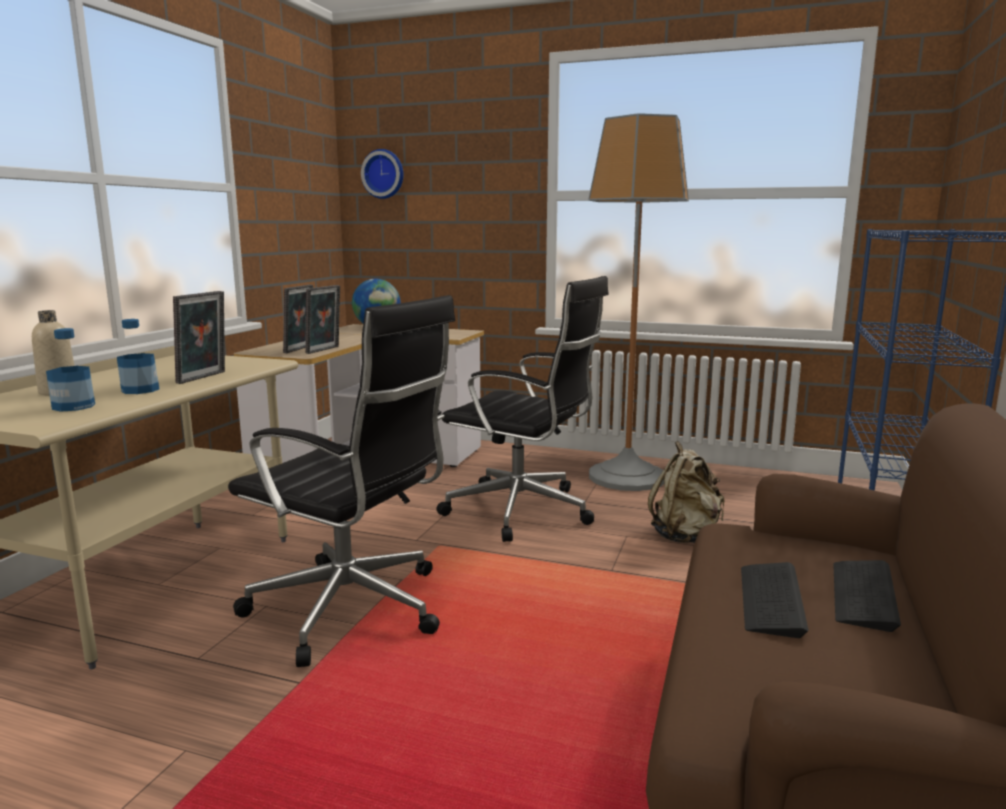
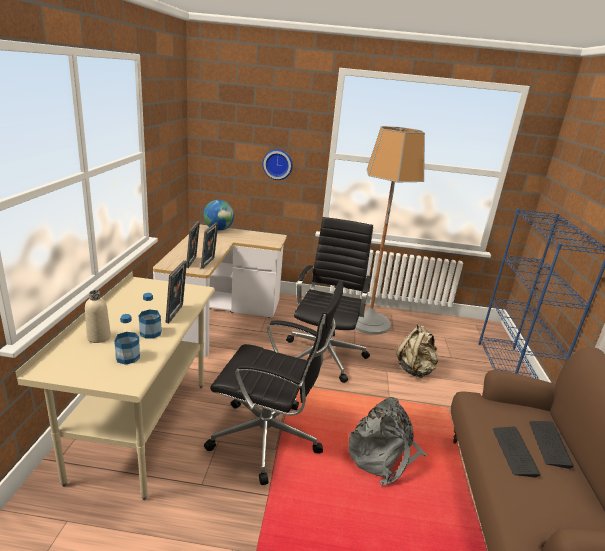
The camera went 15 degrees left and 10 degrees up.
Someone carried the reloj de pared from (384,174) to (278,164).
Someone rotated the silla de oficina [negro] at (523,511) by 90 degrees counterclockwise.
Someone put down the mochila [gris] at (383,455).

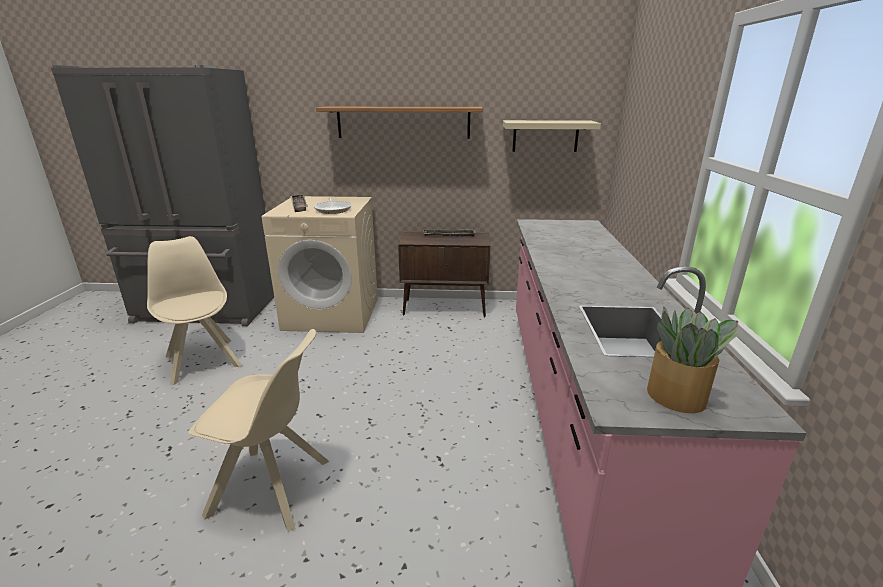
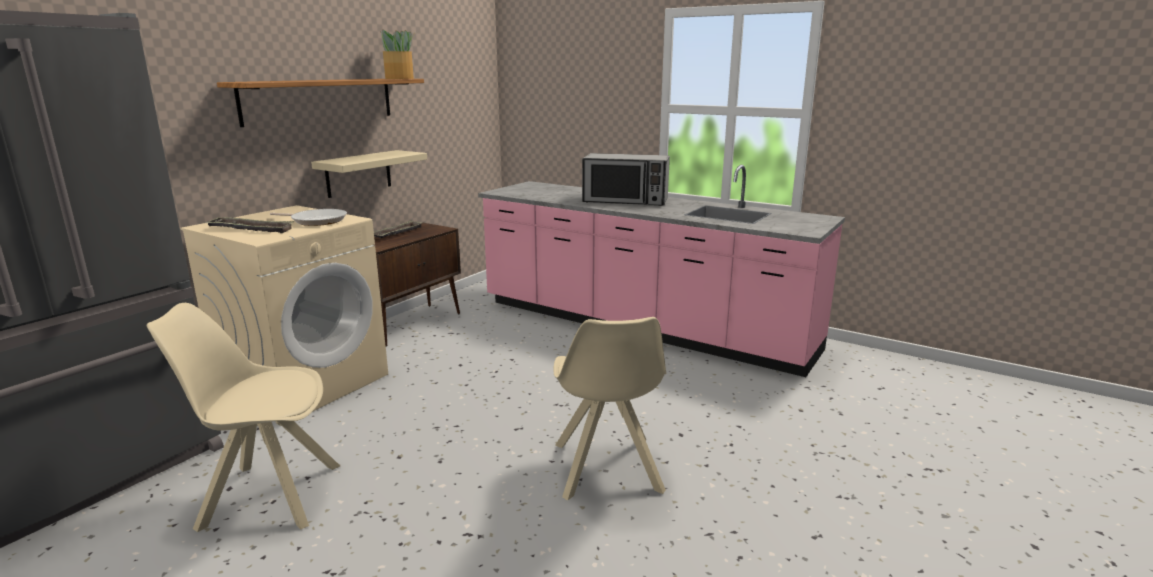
The camera went 60 degrees left and 5 degrees down.
Someone carried the estante [beis] from (545,136) to (358,173).
Someone carried the planta en maceta from (677,397) to (400,78).
Someone rotated the silla [beis] at (273,488) by 135 degrees clockwise.
Someone put down the microondas at (625,201).

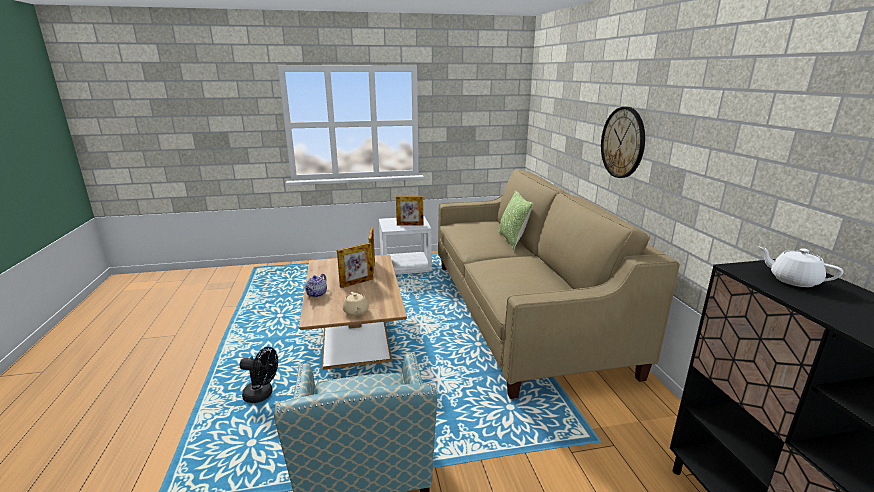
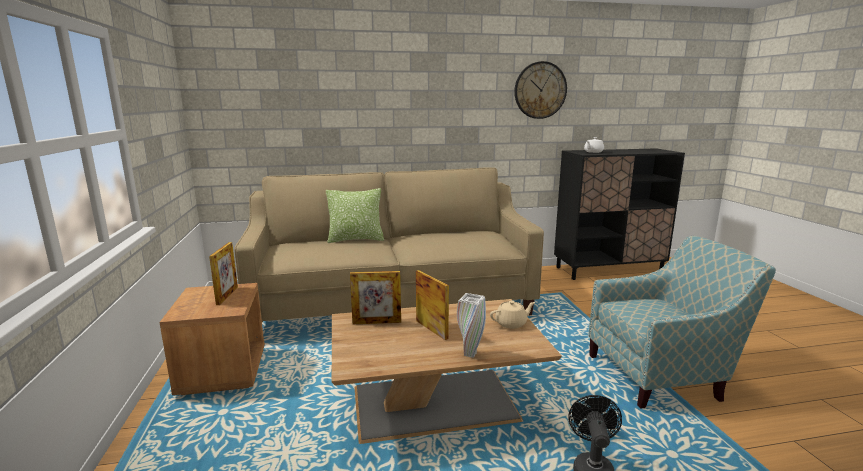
The camera went 90 degrees left and 5 degrees down.
Someone repainted the mesita de noche [blanco] at (405,267), which became the mesita de noche [marrón] at (223,372).
Someone swapped the tetera at (317,294) for the florero [blanco] at (470,354).
Someone carried the reloj de pared from (623,142) to (540,90).

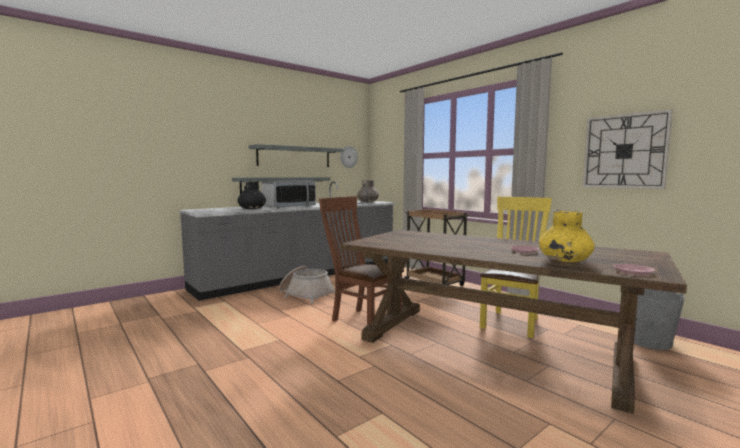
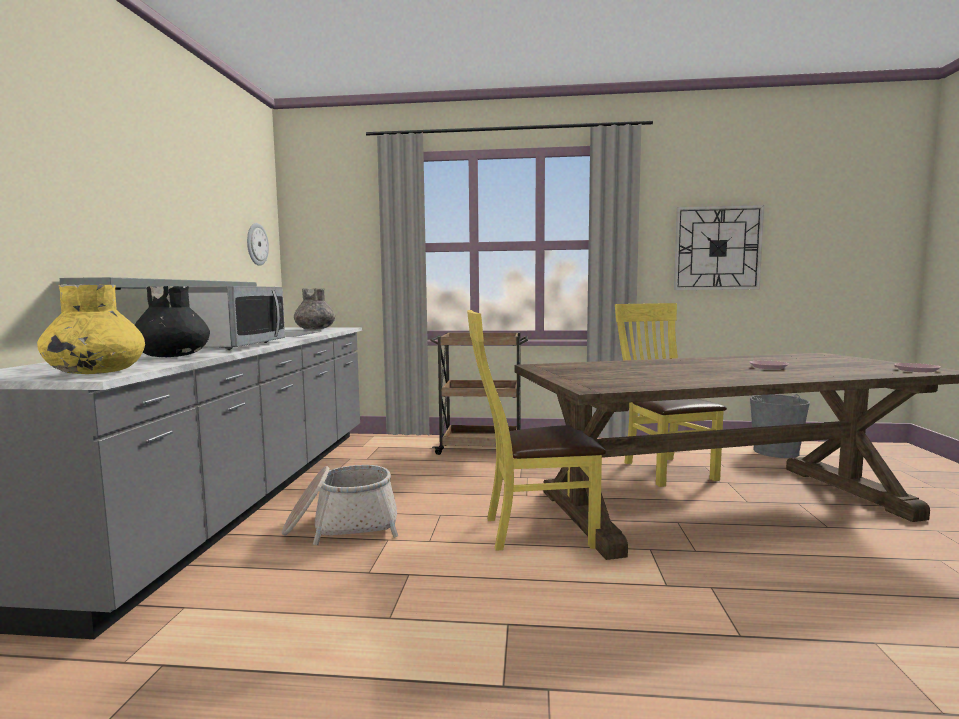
The camera went 45 degrees left and 0 degrees up.
Someone carried the florero [amarillo] from (564,260) to (96,372).
Someone repainted the silla [marrón] at (362,320), which became the silla [amarillo] at (531,531).
Someone took away the estante [gris] at (294,157).

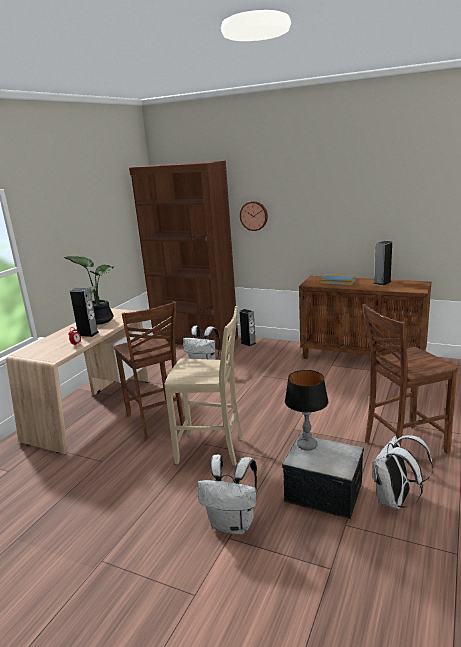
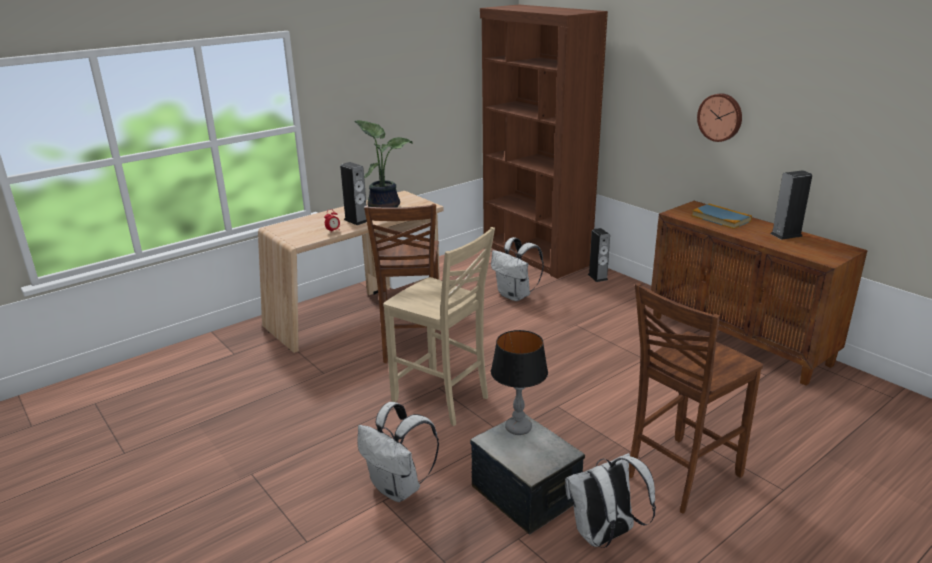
The camera went 25 degrees right and 5 degrees up.
Someone rotated the silla [marrón] at (402,446) by 45 degrees counterclockwise.
Someone carried the reloj de pared from (254,215) to (720,117).

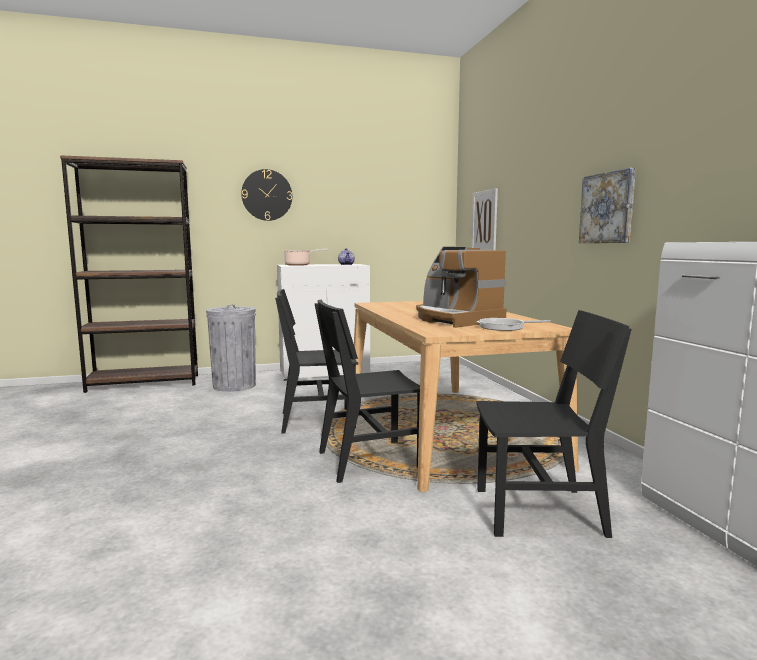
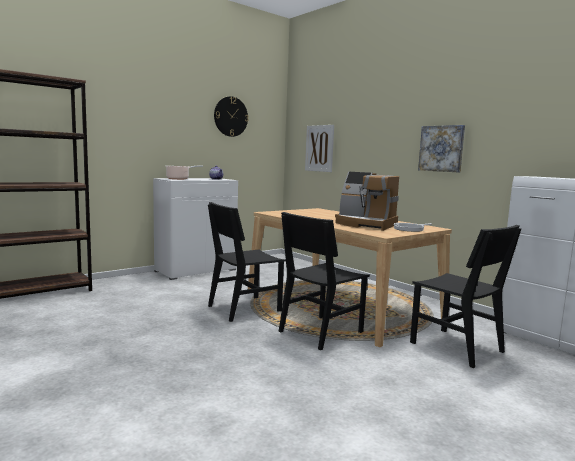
The camera went 25 degrees left and 0 degrees up.
Someone carried the reloj de pared from (267,195) to (230,116).
Someone rotated the silla [negro] at (539,511) by 75 degrees clockwise.
Someone took away the papelera [gris] at (234,385).

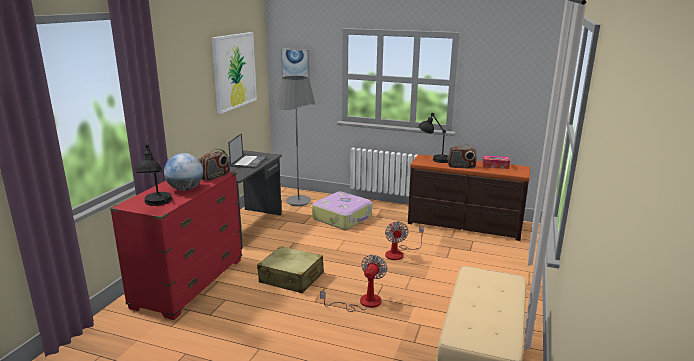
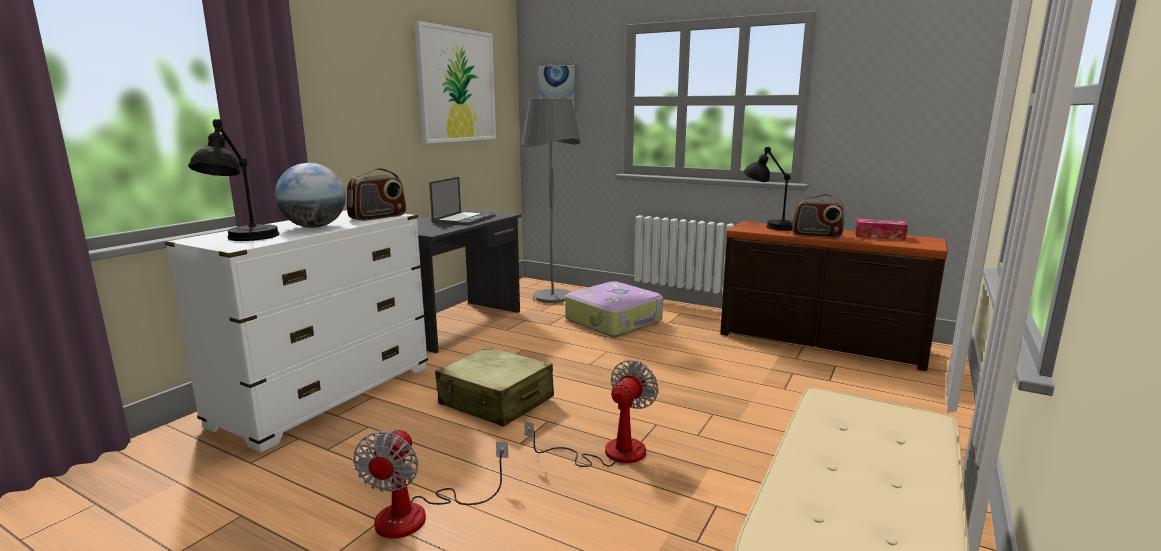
The camera went 10 degrees right and 5 degrees down.
Someone repainted the cómoda [rojo] at (189,283), which became the cómoda [blanco] at (326,396).
Someone carried the ventilador from (399,253) to (419,514).

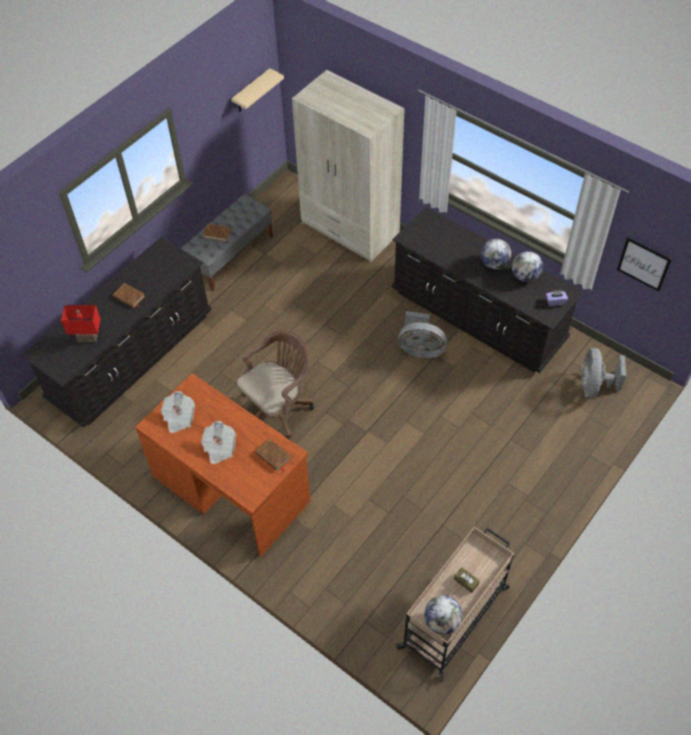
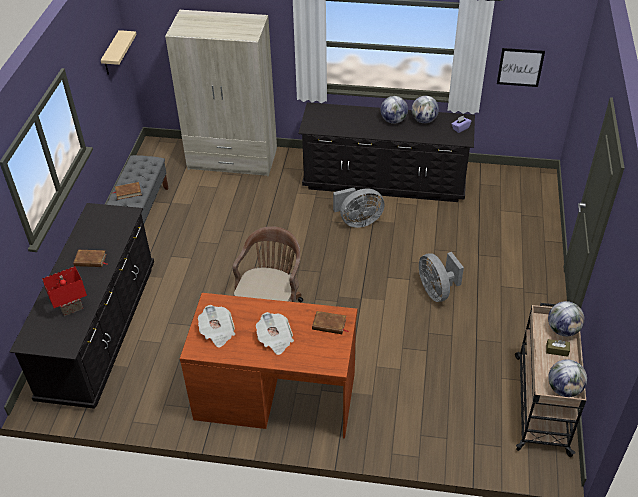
The camera went 30 degrees left and 10 degrees down.
Someone carried the ventilador [gris] from (594,386) to (436,291).
Someone put down the globo terráqueo at (562,329).

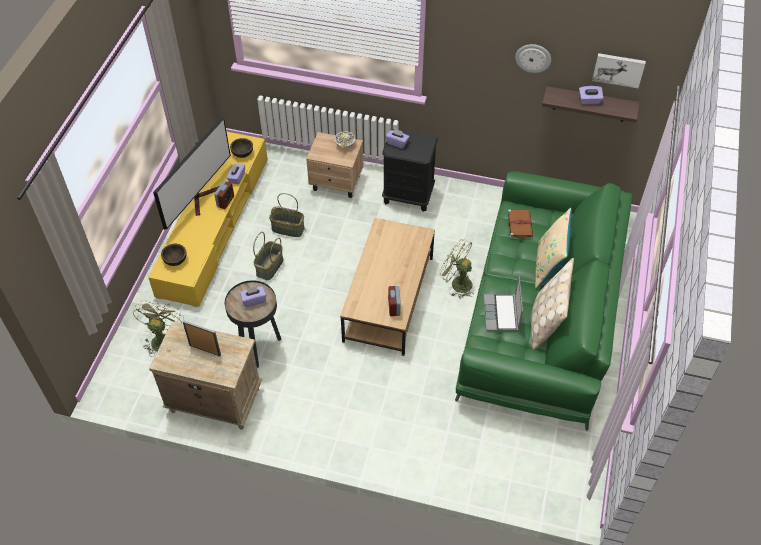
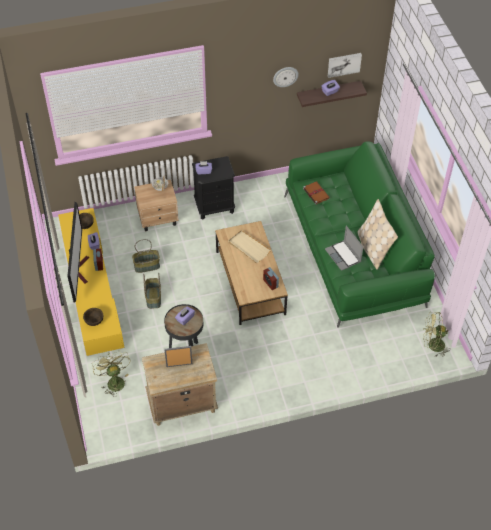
The camera went 30 degrees left and 0 degrees up.
Someone put down the bandeja [beis] at (248,247).
Someone carried the ventilador [verde] from (457,283) to (432,345).
Someone took away the cojín [beis] at (549,266).

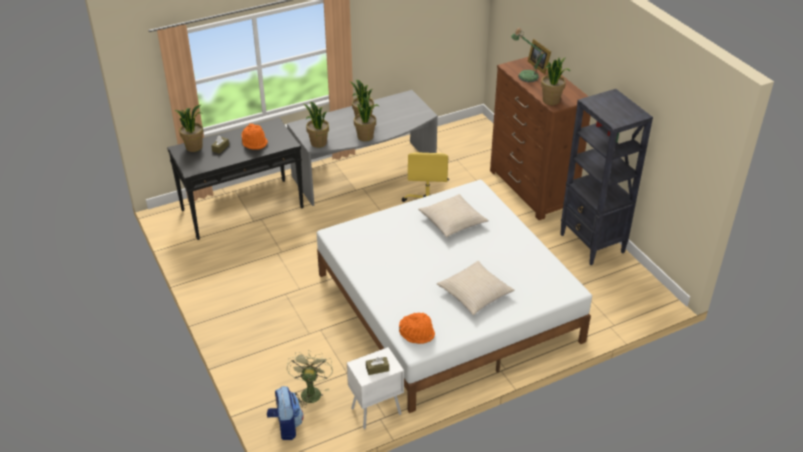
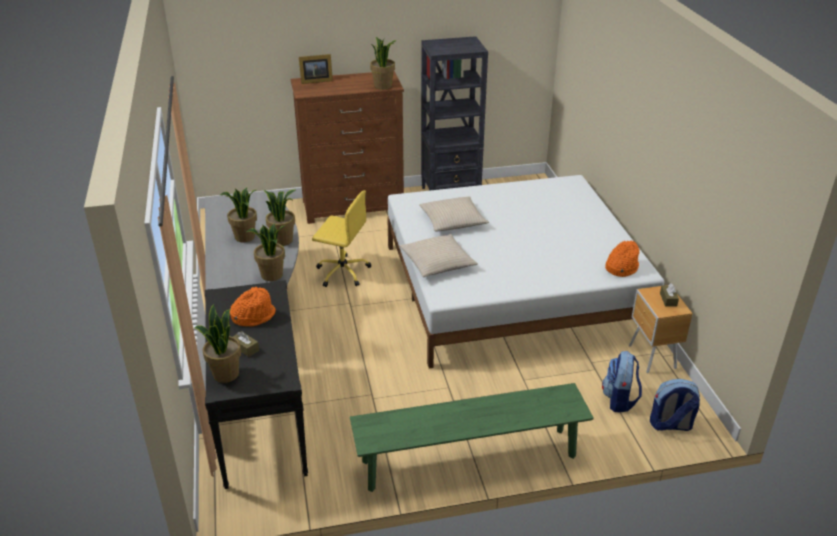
The camera went 75 degrees left and 5 degrees down.
Someone put down the banco [verde] at (469,459).
Someone carried the cojín [beis] from (475,293) to (437,262).
Someone swapped the ventilador [verde] at (310,391) for the mochila at (619,400).
Someone repainted the mesita de noche [blanco] at (375,411), which became the mesita de noche [marrón] at (652,358).
Someone took away the lámpara de mesa at (525,75).

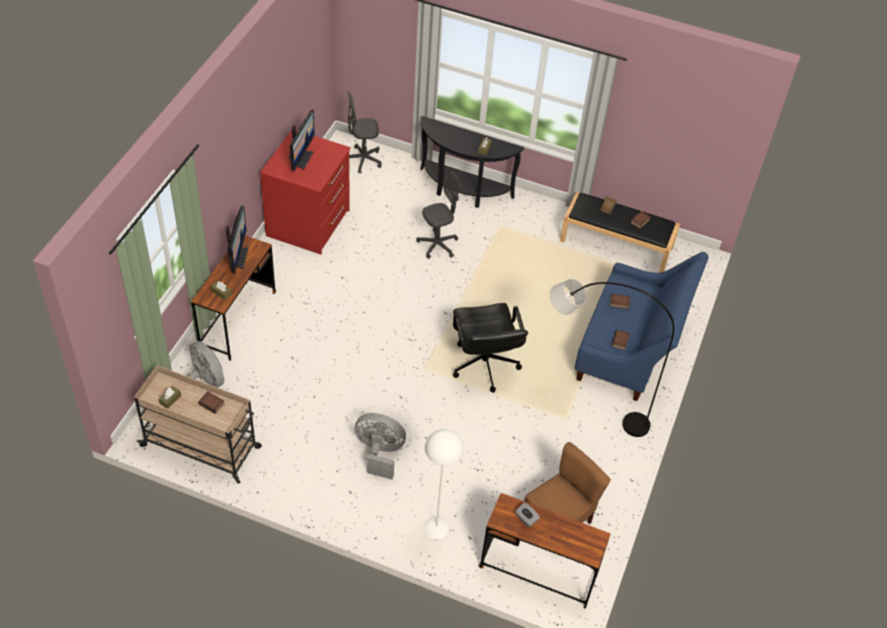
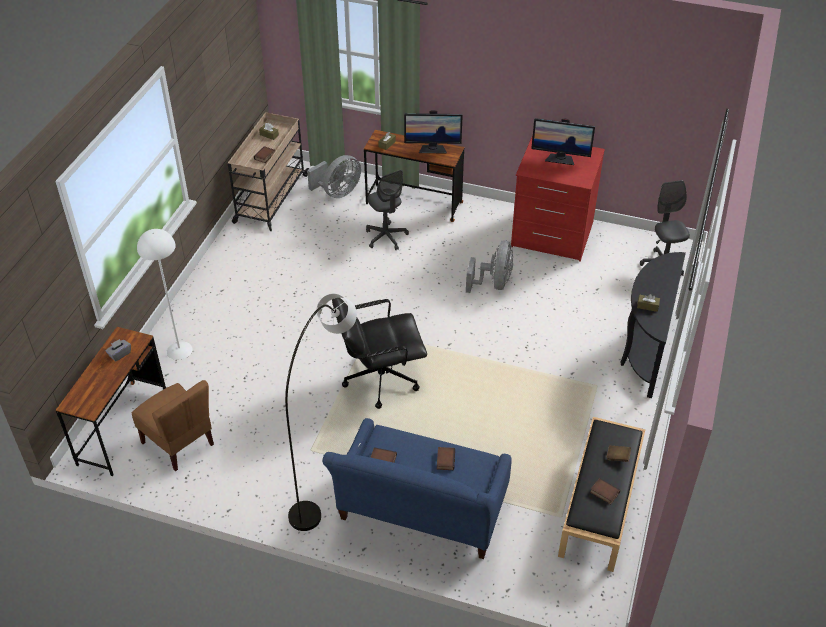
The camera went 90 degrees right and 5 degrees down.
Someone carried the silla de oficina [gris] from (437,245) to (386,237).
Someone carried the ventilador [gris] from (379,453) to (494,283).

